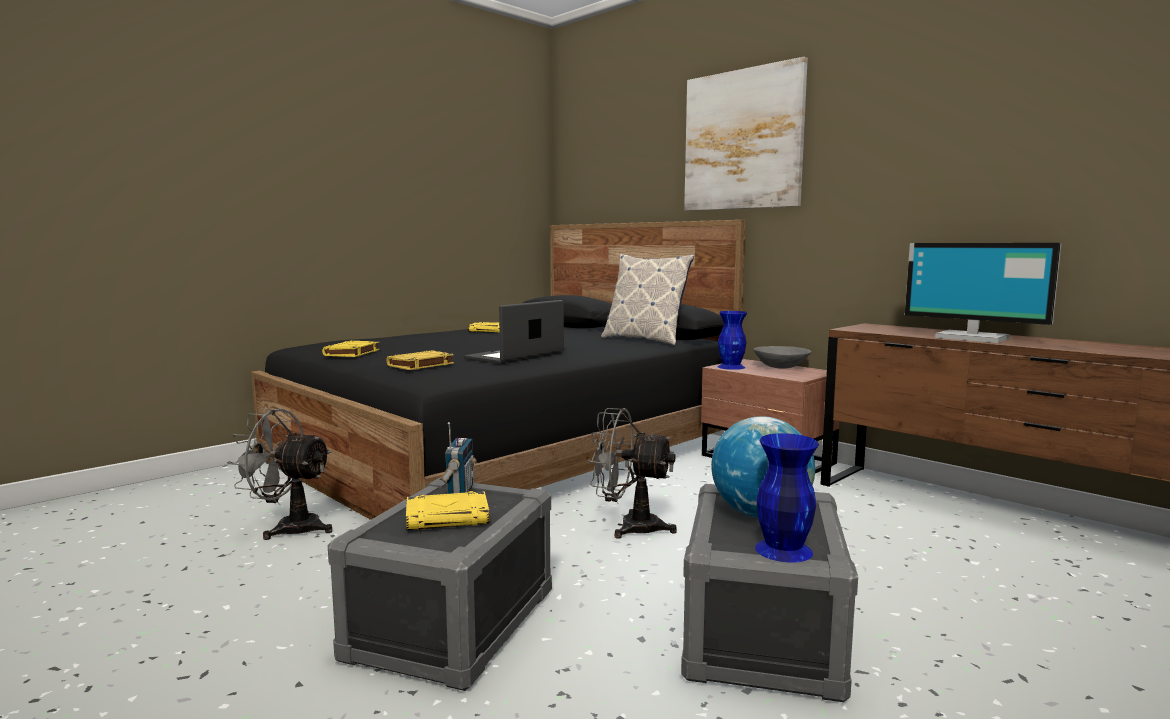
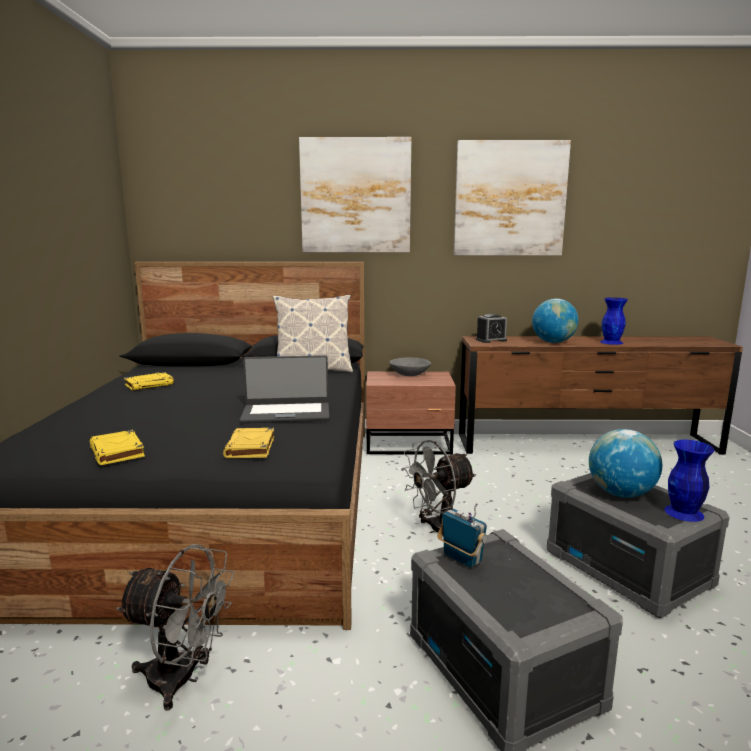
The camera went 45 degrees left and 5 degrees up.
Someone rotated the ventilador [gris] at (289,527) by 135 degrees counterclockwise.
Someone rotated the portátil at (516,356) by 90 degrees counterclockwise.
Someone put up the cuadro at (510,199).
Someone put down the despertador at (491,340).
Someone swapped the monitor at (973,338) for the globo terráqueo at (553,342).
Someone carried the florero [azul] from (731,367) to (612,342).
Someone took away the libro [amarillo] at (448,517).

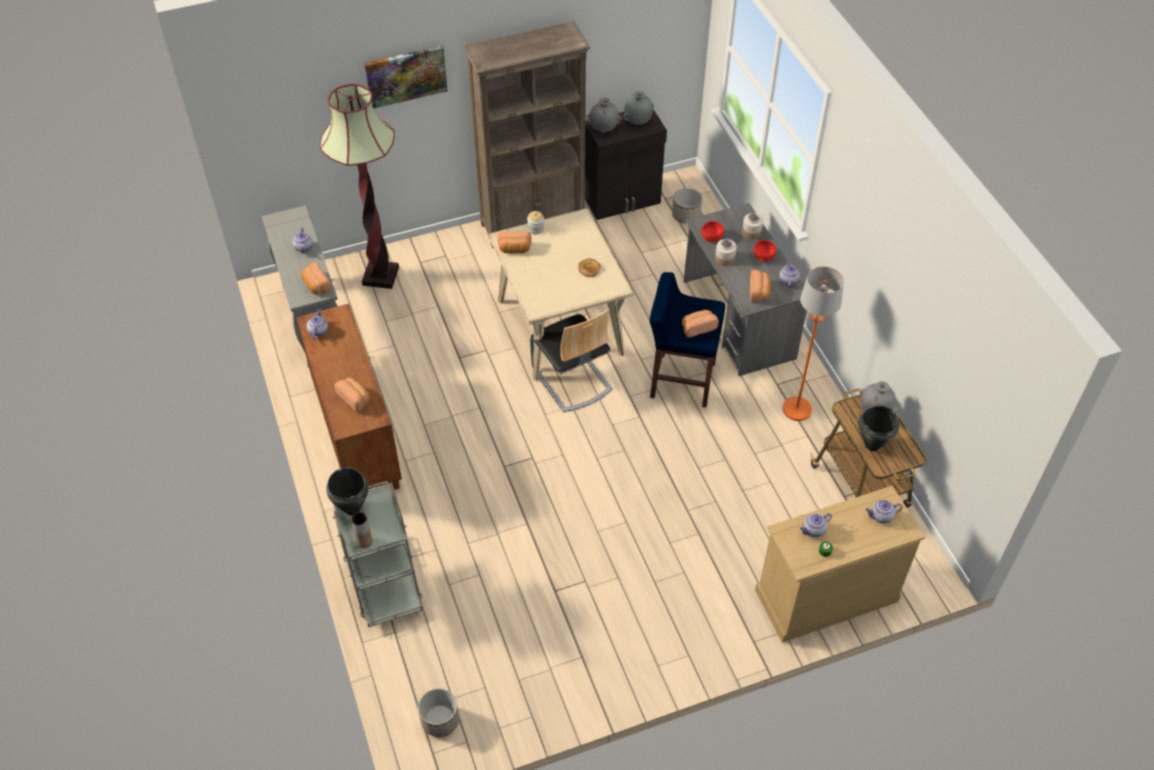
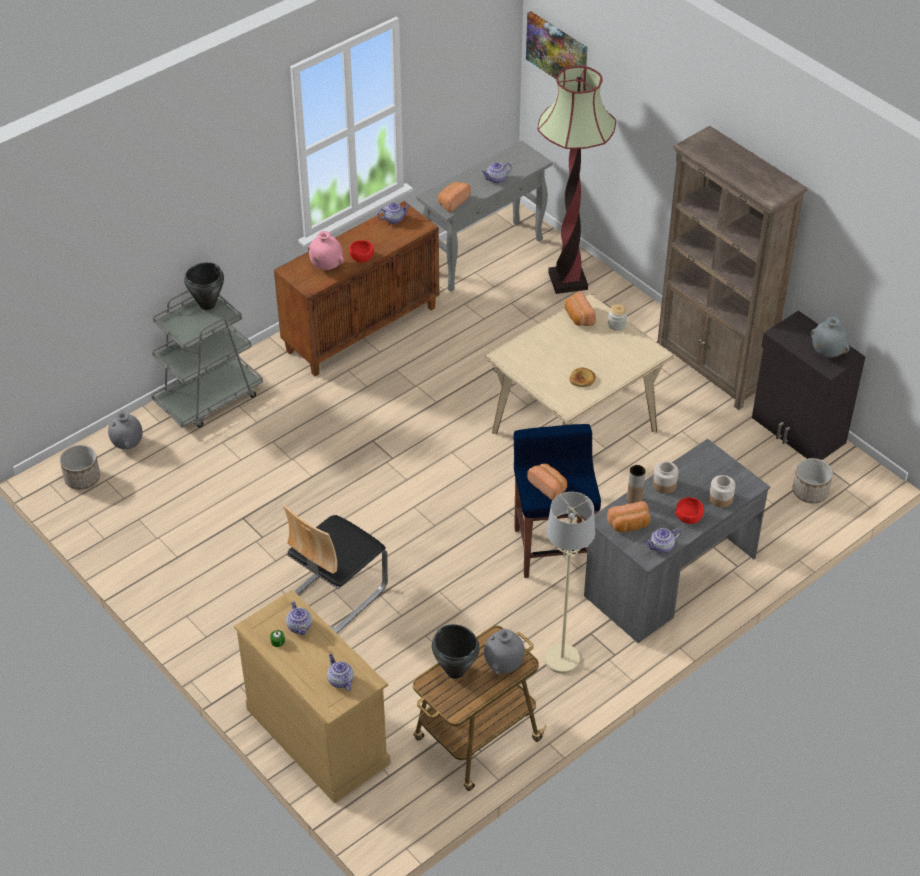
The camera went 70 degrees right and 5 degrees down.
Someone carried the florero [gris] from (604,129) to (127,445).
Someone carried the silla from (571,380) to (336,593).
Someone rotated the tetera at (813,530) by 150 degrees counterclockwise.
Someone swapped the pan at (355,398) for the florero [rosa] at (326,266).
Someone carried the cuenco [rojo] from (712,237) to (362,257).
Someone carried the cuadro from (406,76) to (557,52).
Someone repainted the lámpara de pie [naranja] at (797,410), which became the lámpara de pie [beis] at (561,659).
Someone carried the florero [marrón] from (364,541) to (634,500).

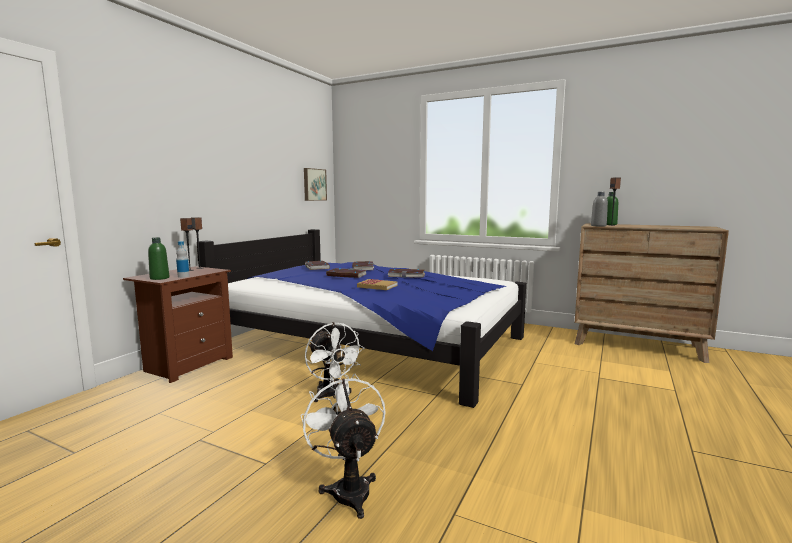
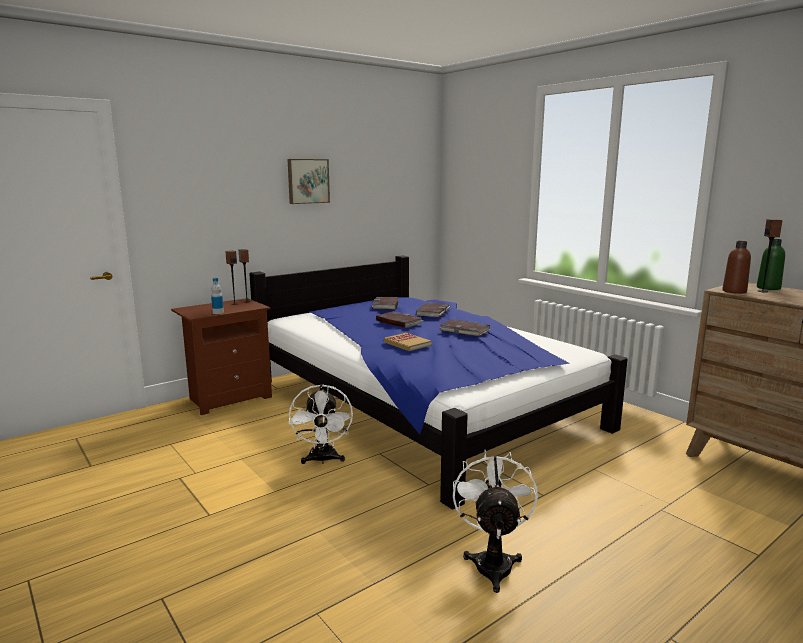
The camera went 25 degrees right and 5 degrees up.
Someone carried the cuadro from (314,184) to (307,181).
Someone carried the ventilador [blanco] from (348,488) to (492,561).
Someone repainted the botella [gris] at (598,226), which became the botella [marrón] at (734,291).
Someone took away the botella [verde] at (159,278).

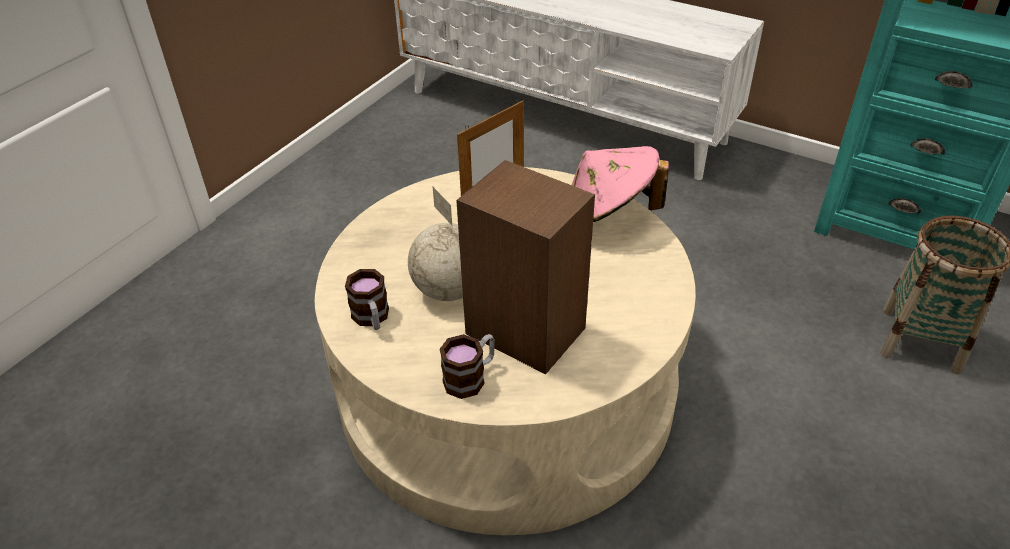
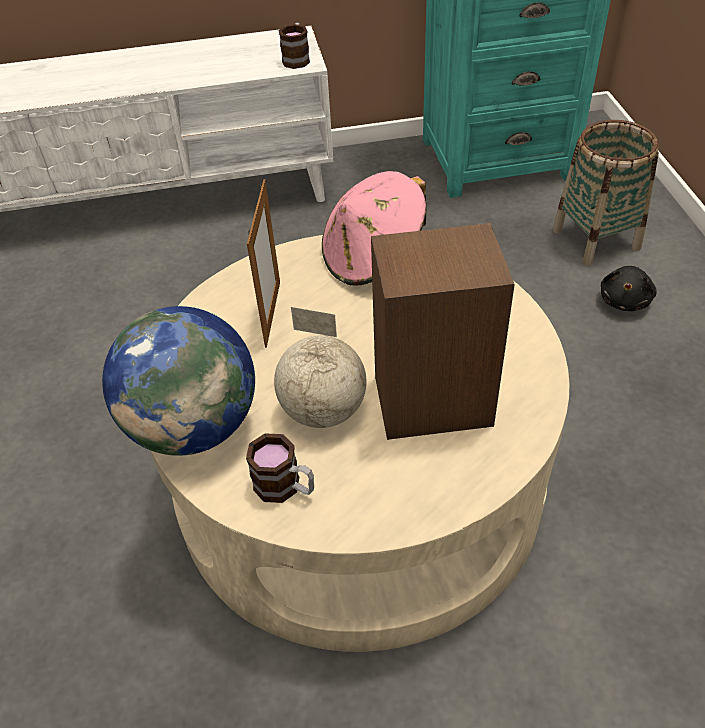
The camera went 40 degrees left and 5 degrees up.
Someone put down the globo terráqueo at (194,426).
Someone carried the taza grande from (471,377) to (297,59).
Someone put down the peluche [negro] at (625,300).

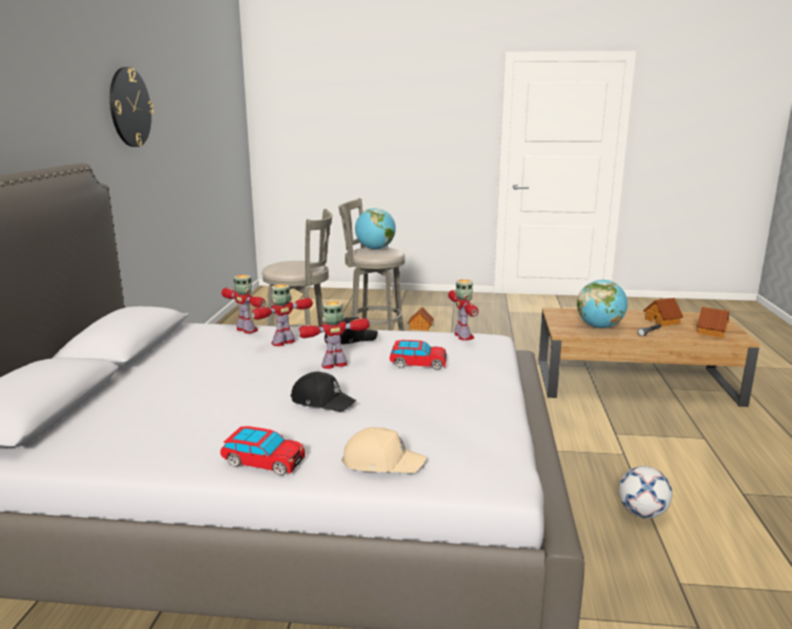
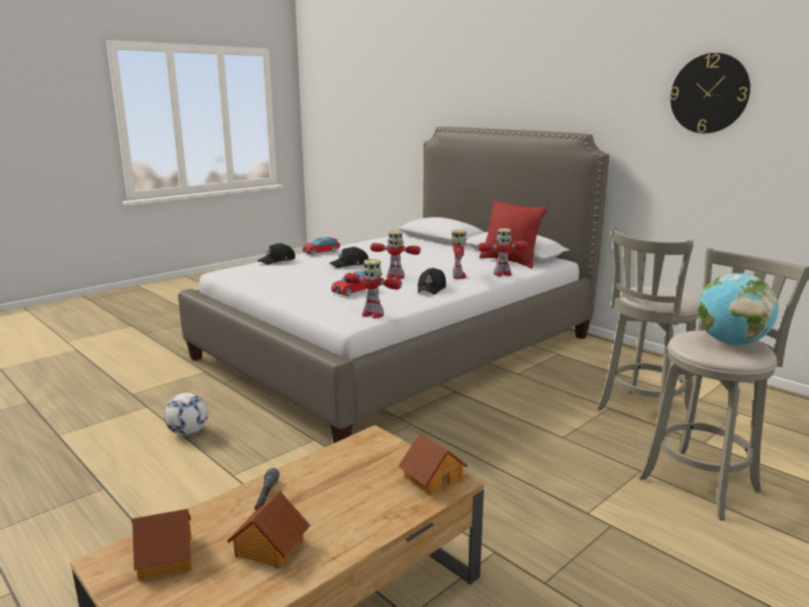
The camera went 130 degrees right and 0 degrees up.
Someone repainted the gorra [beis] at (382,462), which became the gorra [negro] at (277,260).
Someone rotated the robot de juguete at (334,365) by 90 degrees clockwise.
Someone carried the casita from (420,327) to (432,478).
Someone put down the cojín [rojo] at (509,261).
Someone took away the globo terráqueo at (599,327).

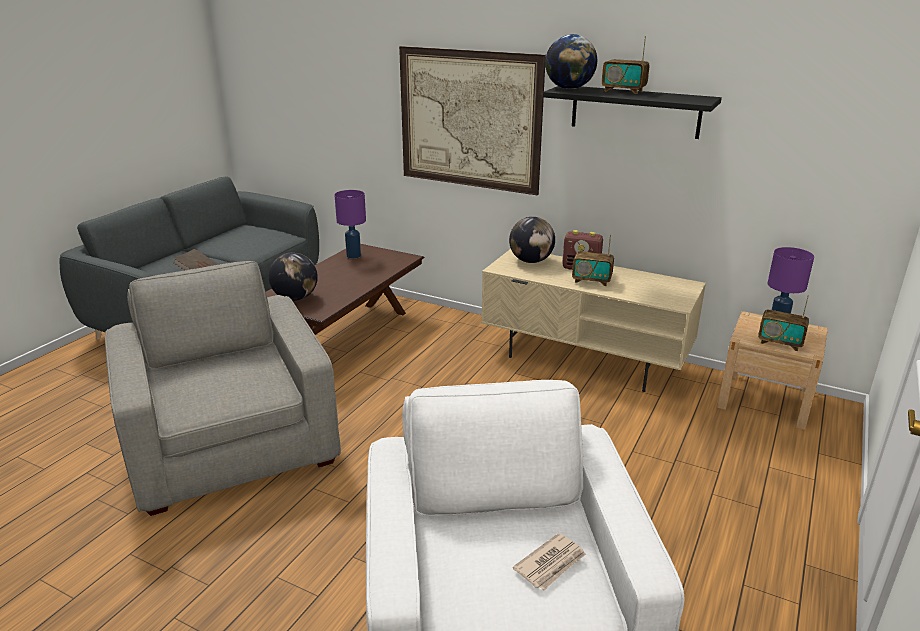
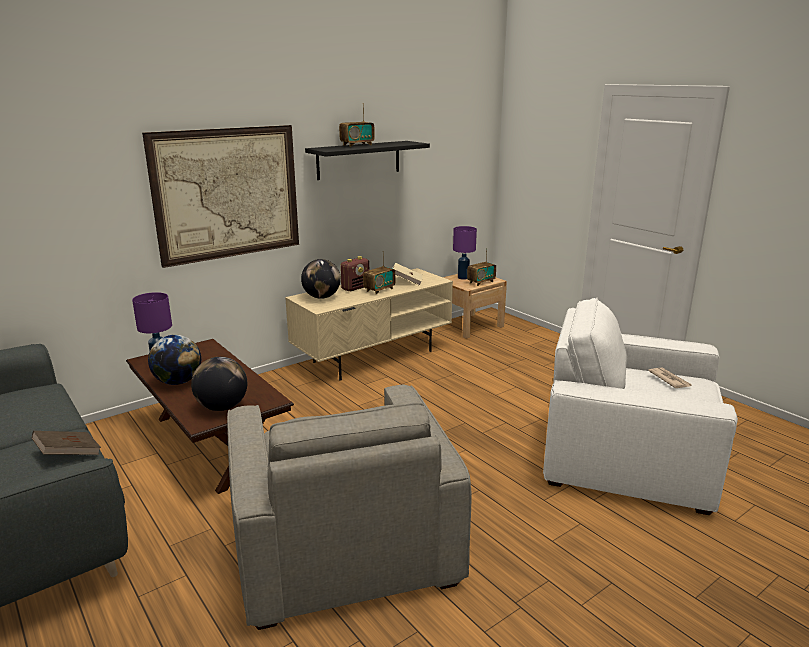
The camera went 65 degrees left and 5 degrees down.
Someone carried the globo terráqueo from (569,88) to (178,382).
Someone rotated the sillón [gris] at (231,442) by 105 degrees counterclockwise.
Someone put down the libro [beis] at (407,282).

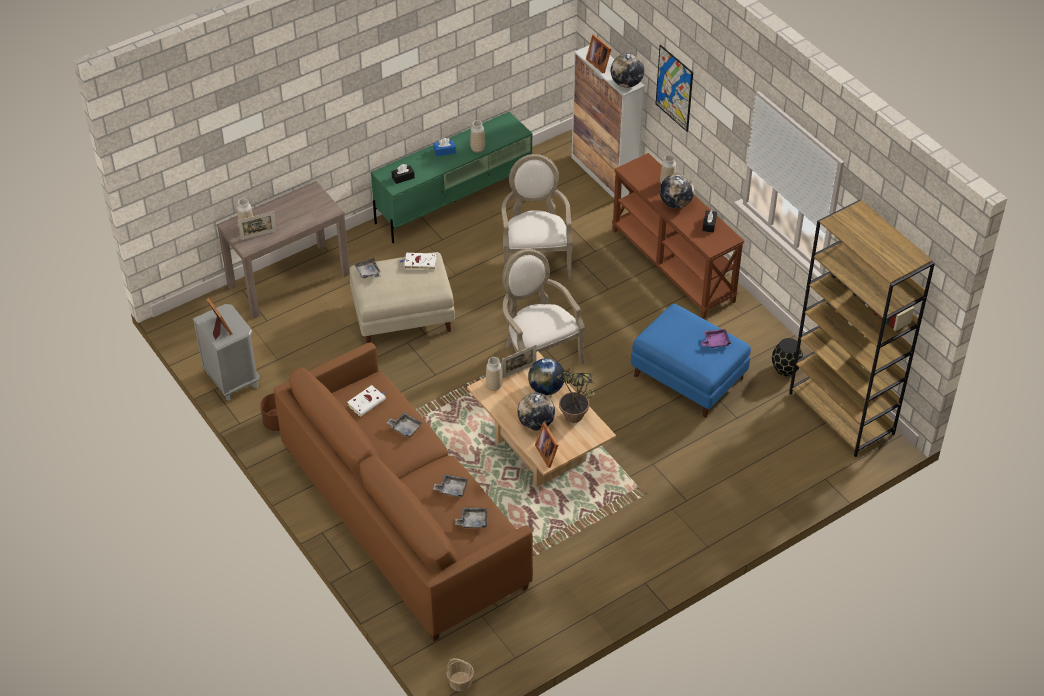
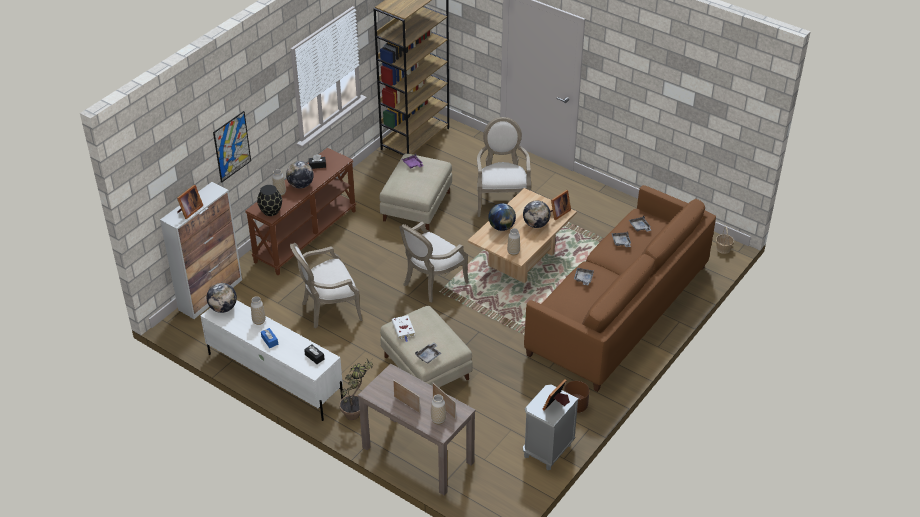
The camera went 110 degrees left and 5 degrees down.
Someone repainted the mueble de televisión [verde] at (455,200), which became the mueble de televisión [blanco] at (274,376).
Someone carried the globo terráqueo from (626,83) to (223,308).
Someone carried the florero [negro] from (785,369) to (271,211).
Someone carried the planta en maceta from (576,421) to (356,411).
Someone repainted the puf [azul] at (687,377), which became the puf [beis] at (417,207).
Someone carried the portarretratos from (519,370) to (407,404).
Someone put down the sillón at (502,200).
Someone took away the libro [blanco] at (367,402).

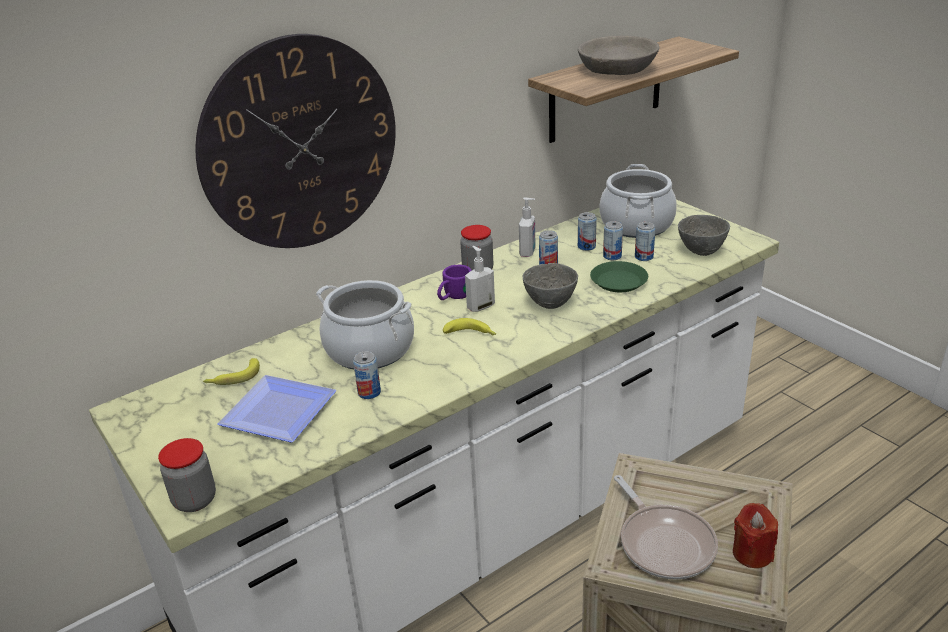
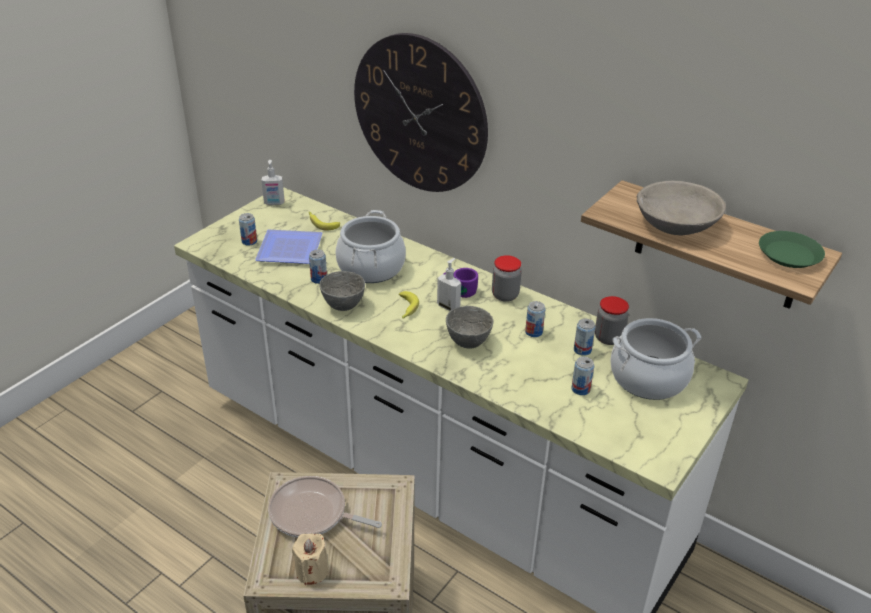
The camera went 70 degrees right and 5 degrees up.
Someone carried the lata from (612,256) to (249,241).
Someone carried the dispensador de jabón from (528,252) to (274,203).
Someone rotated the sartén at (664,543) by 60 degrees clockwise.
Someone repainted the vela [rojo] at (752,553), which became the vela [beis] at (312,571).
Someone carried the cuenco [gris] from (702,252) to (342,306).
Someone carried the tarro from (195,500) to (608,338).
Someone carried the plato [verde] from (619,281) to (789,255).

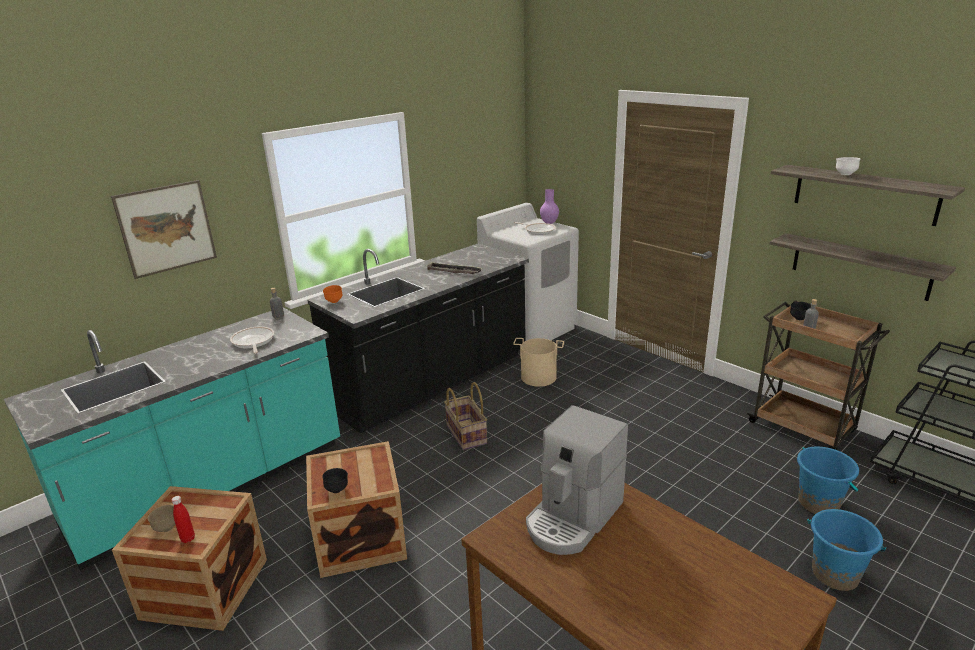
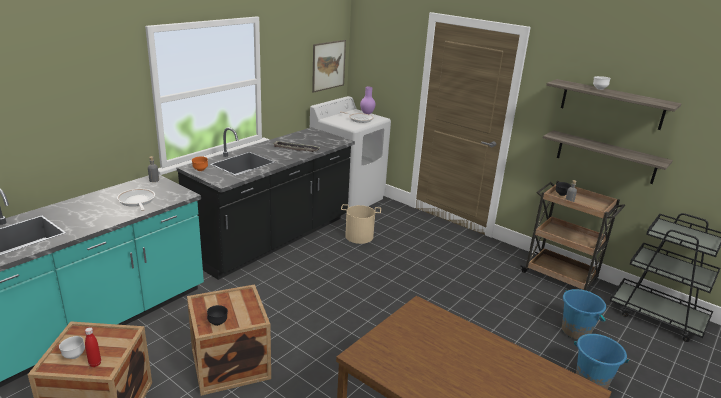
The camera went 10 degrees left and 0 degrees up.
Someone repainted the cuenco [marrón] at (166,528), which became the cuenco [blanco] at (74,356).
Someone carried the cuadro from (166,228) to (328,65).
Someone took away the cesta at (465,434).
Someone took away the cafetera at (573,518).

